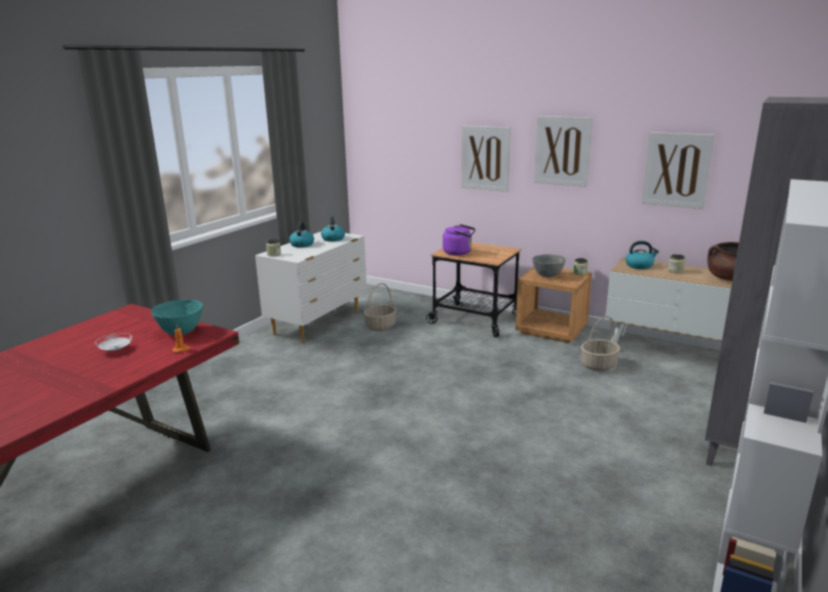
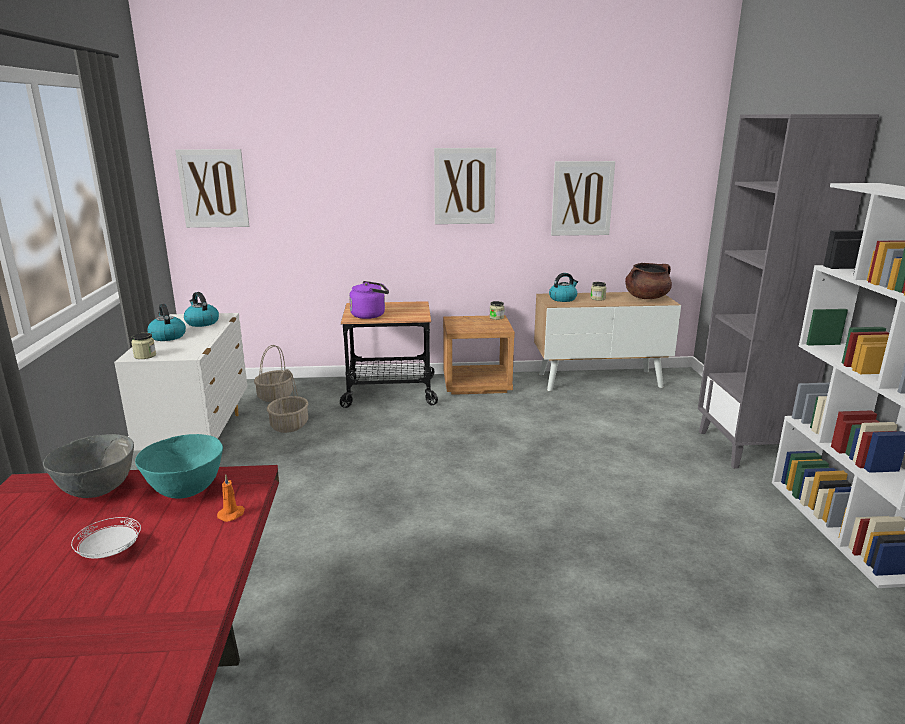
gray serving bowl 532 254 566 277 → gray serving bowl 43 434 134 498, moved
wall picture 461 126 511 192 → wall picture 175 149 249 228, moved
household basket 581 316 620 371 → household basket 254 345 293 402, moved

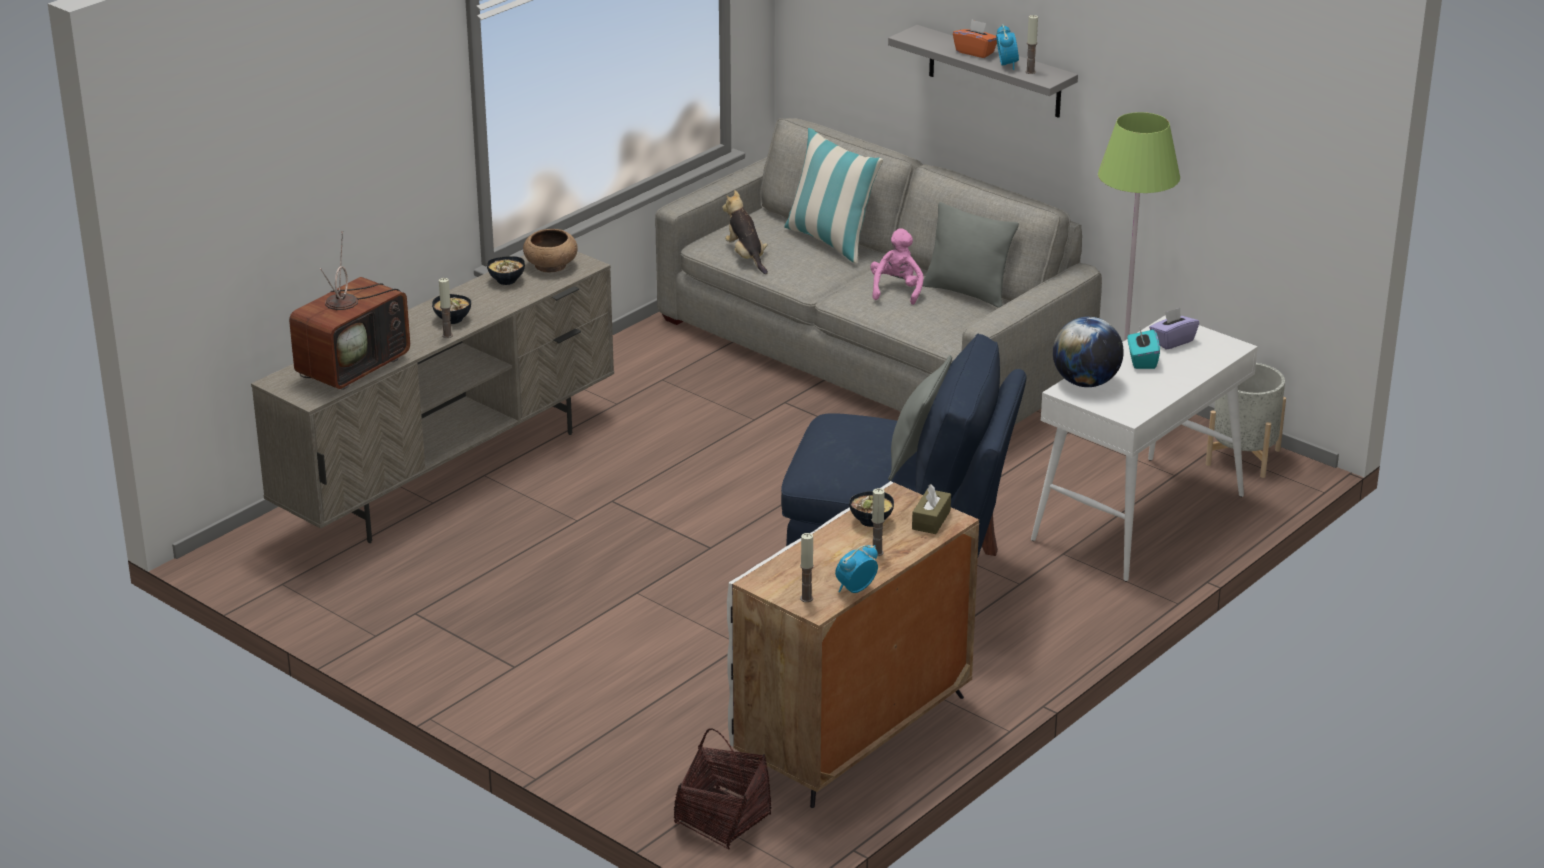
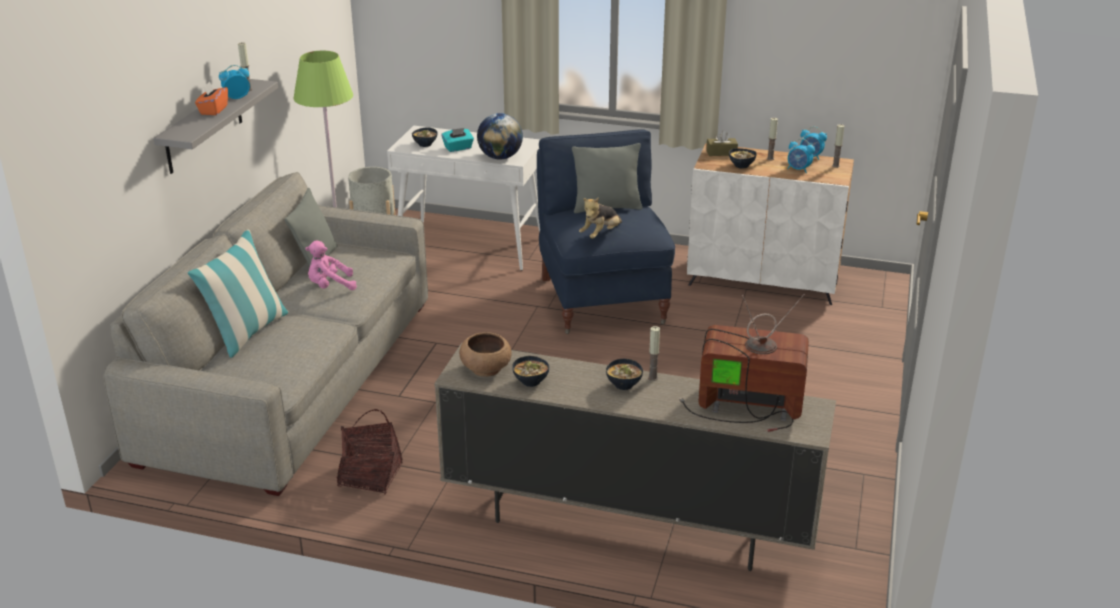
household basket 674 728 772 849 → household basket 337 409 403 495, moved
purple-coloured tissue box 1149 308 1199 350 → serving bowl 412 127 437 147
plush toy 722 190 768 274 → plush toy 579 197 622 239, moved
- → bedside clock 787 139 815 173

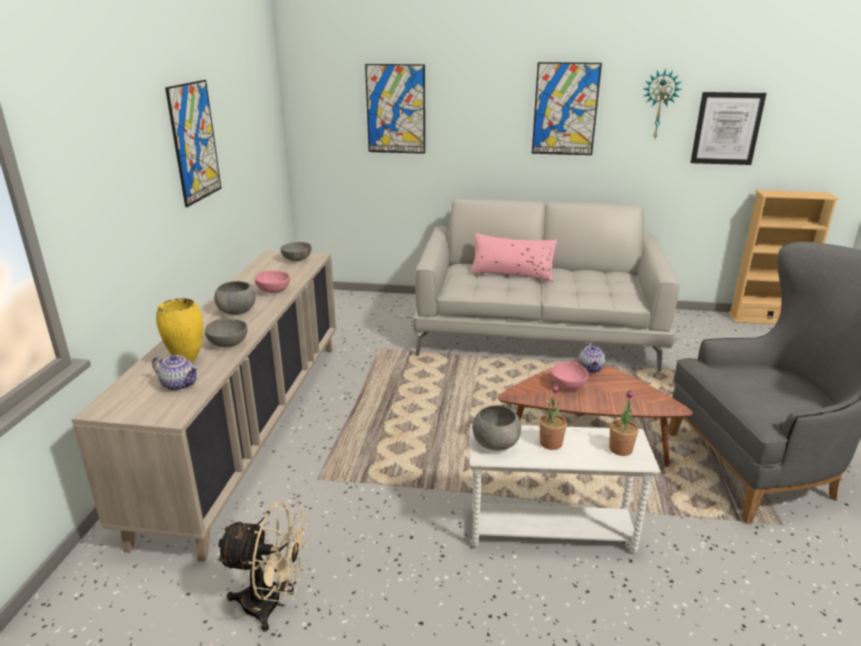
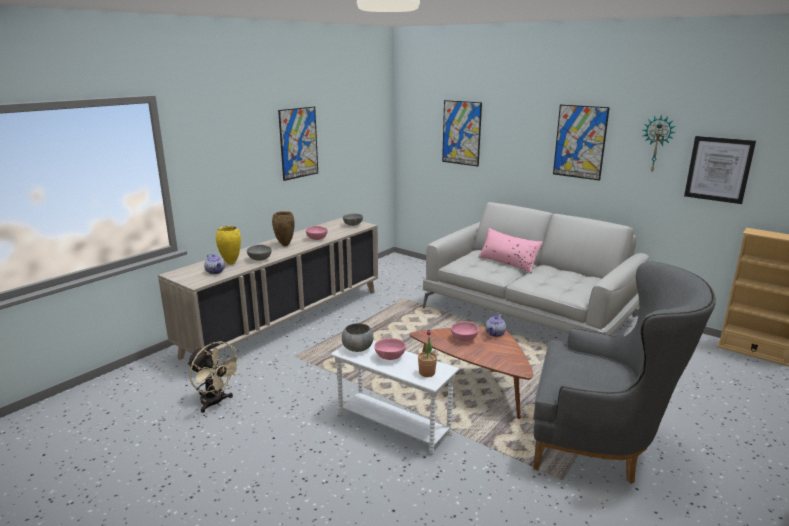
gray serving bowl 214 281 255 315 → brownish flower vase 272 211 295 246
potted plant 539 385 567 450 → pink-coloured serving bowl 374 338 406 360

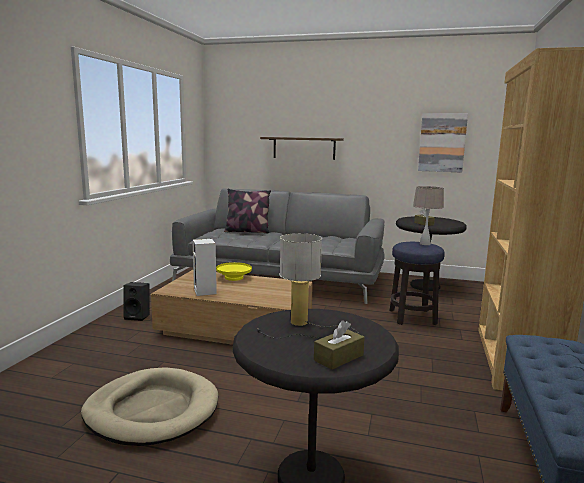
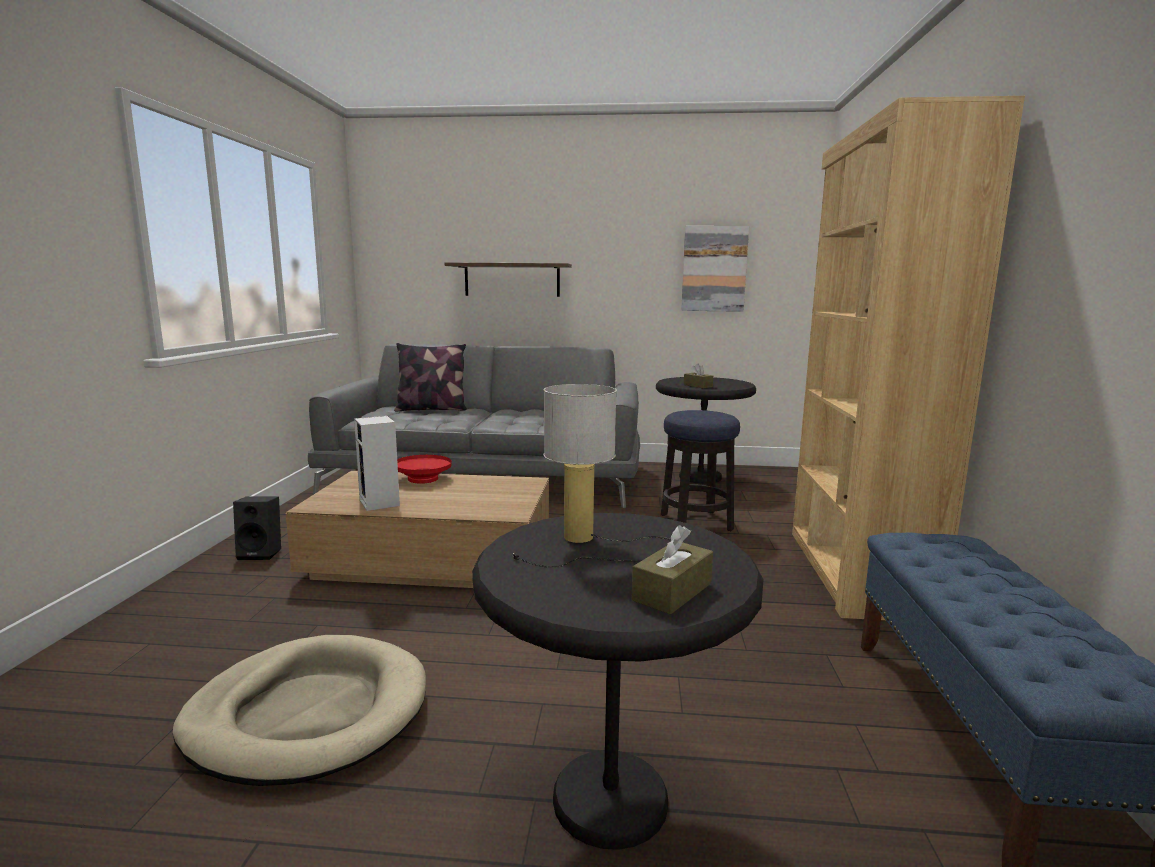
yellow-coloured serving bowl 216 262 252 281 → red serving bowl 397 455 452 484
beige lamp for a table 413 186 444 245 → -

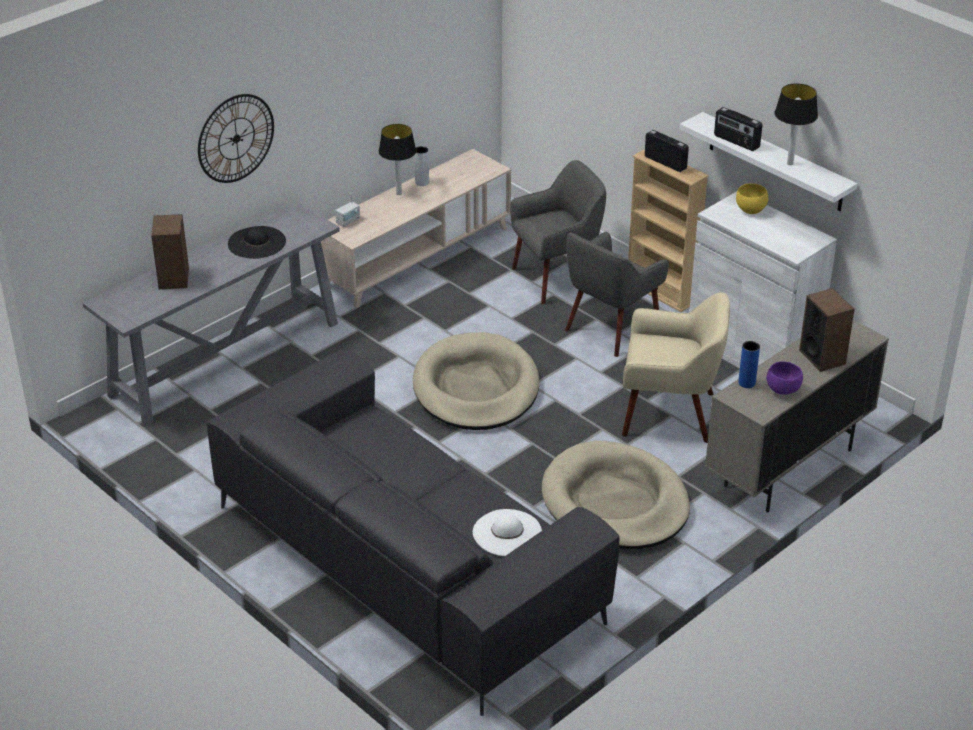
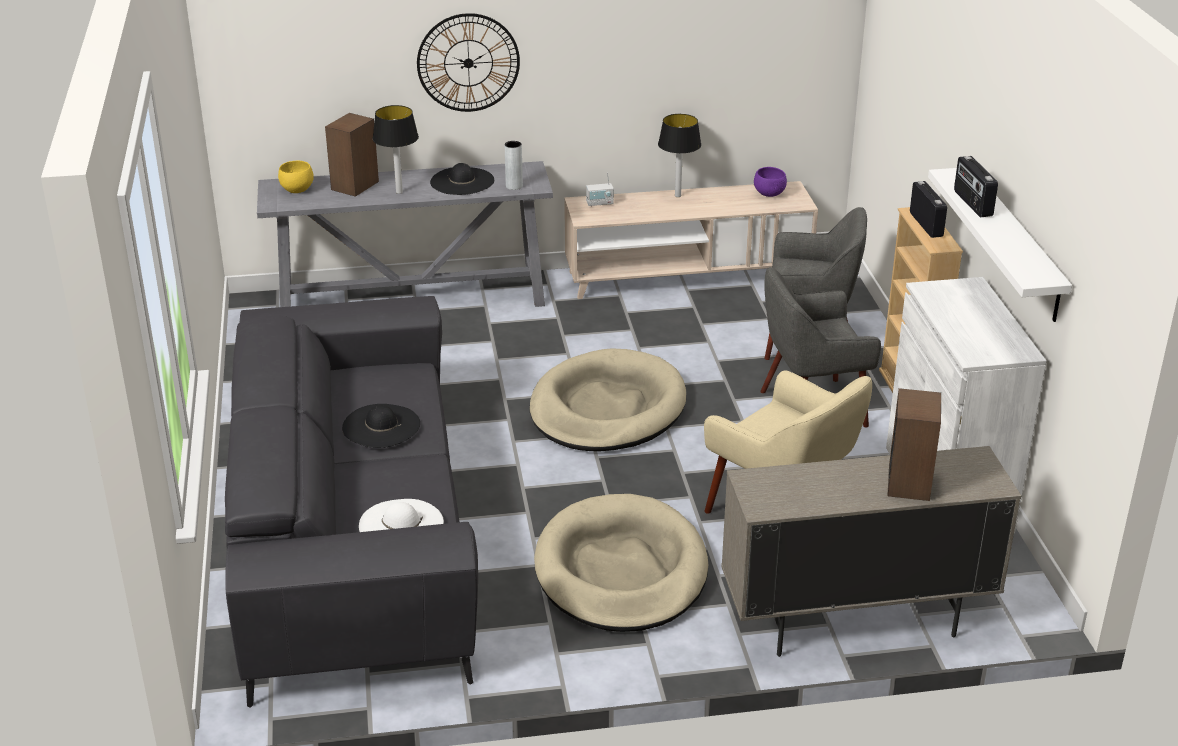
yellow-coloured serving bowl 736 183 768 214 → yellow-coloured serving bowl 278 161 314 193, moved
- → black-coloured wearable hat 342 404 420 448
lamp for a table 774 83 818 165 → lamp for a table 373 105 419 194, moved
gray flower vase 414 146 429 186 → gray flower vase 504 141 523 190, moved
purple-coloured serving bowl 767 361 803 395 → purple-coloured serving bowl 754 167 787 197, moved
blue flower vase 738 341 760 388 → -

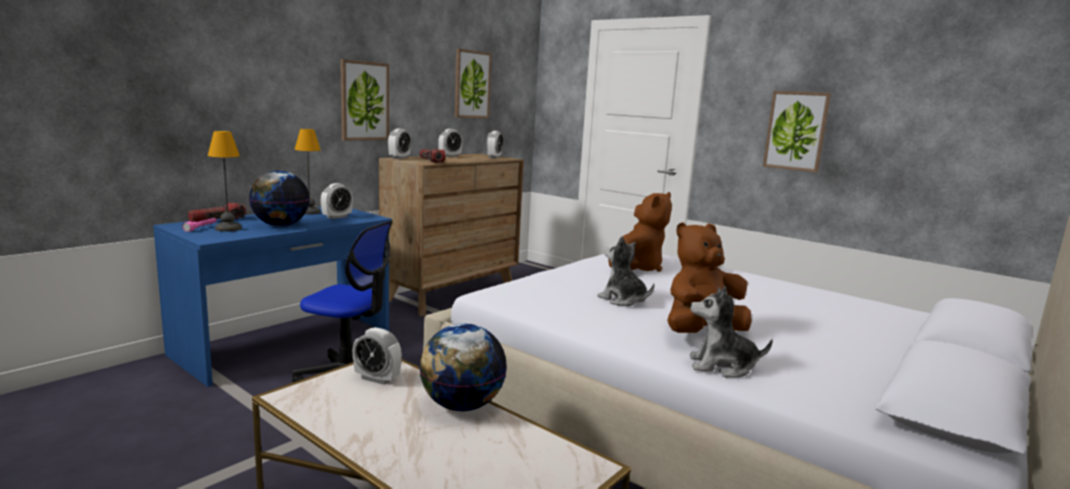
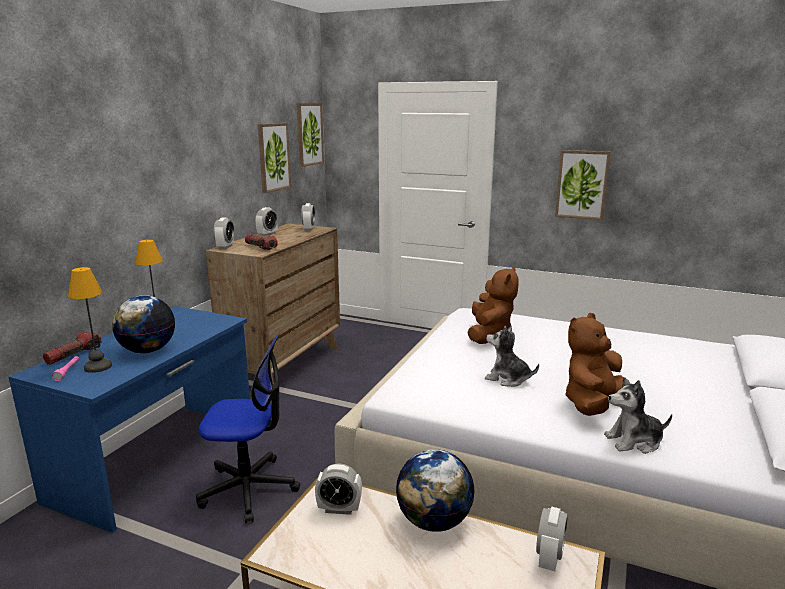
wall picture 340 59 389 141 → wall picture 297 103 324 167, moved
bedside clock 321 183 353 219 → bedside clock 536 507 568 572, moved

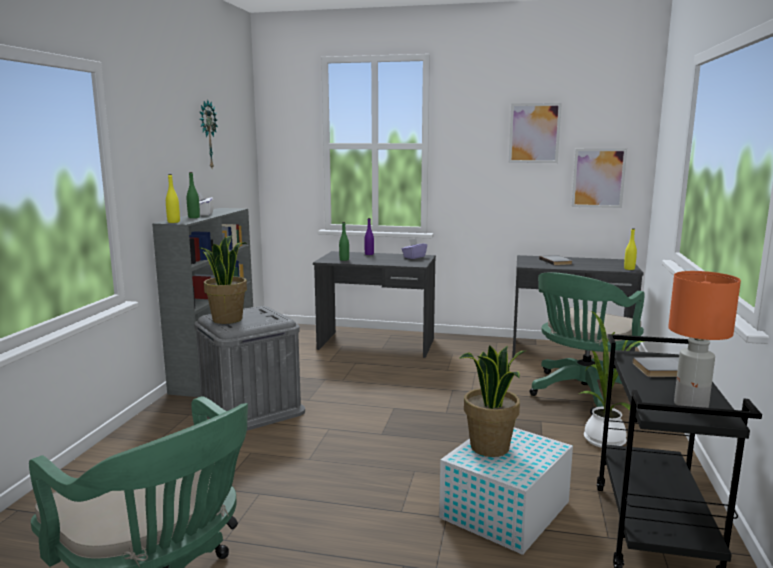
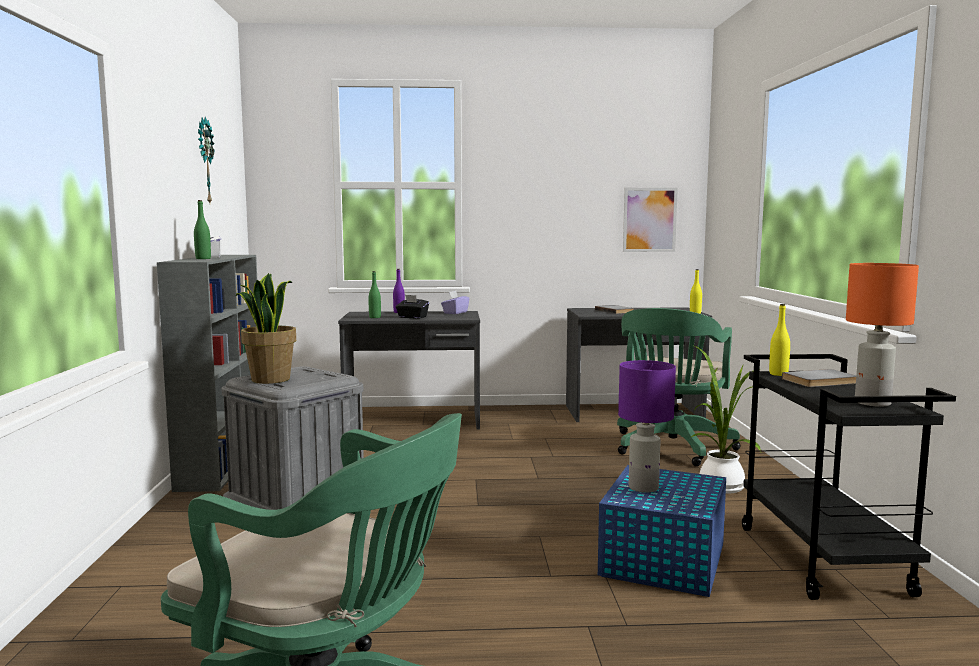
- → black-coloured tissue box 396 295 429 319
white-coloured storage bin 439 428 573 555 → blue storage bin 598 465 726 597
potted plant 460 345 527 457 → purple-coloured lamp for a table 618 360 676 493
yellow-coloured beverage bottle 166 174 180 223 → yellow-coloured beverage bottle 769 304 790 376, moved
wall picture 509 103 562 163 → -

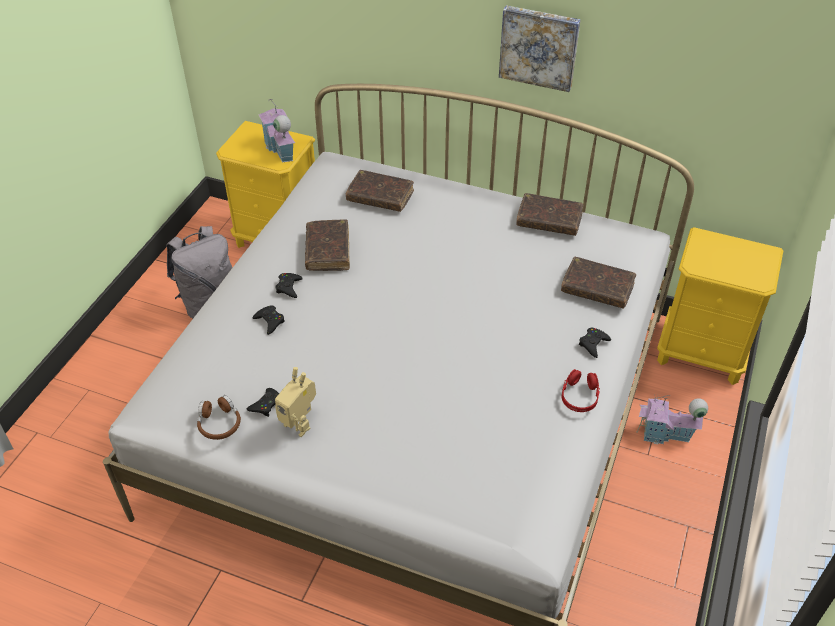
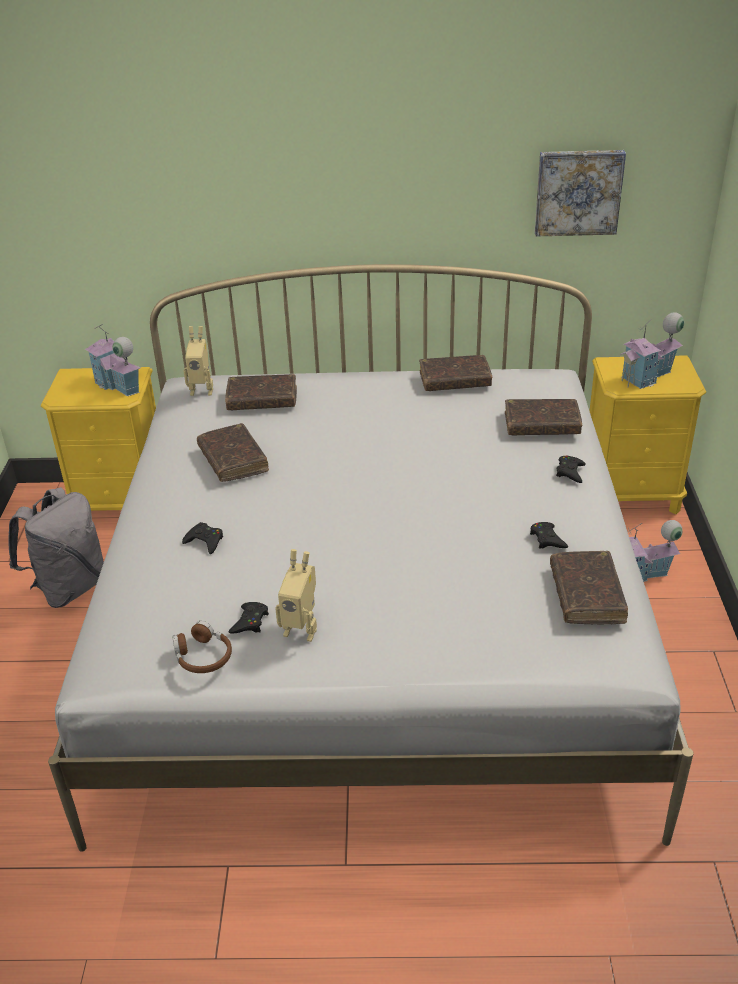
- → toy robot 184 326 213 396
black-coloured game controller 276 273 303 298 → black-coloured game controller 530 522 568 549, moved
wall picture 499 5 581 92 → wall picture 535 150 626 236, moved
- → brownish book 550 551 628 624
- → miniature house 620 312 684 389
red headset 562 369 600 412 → -

